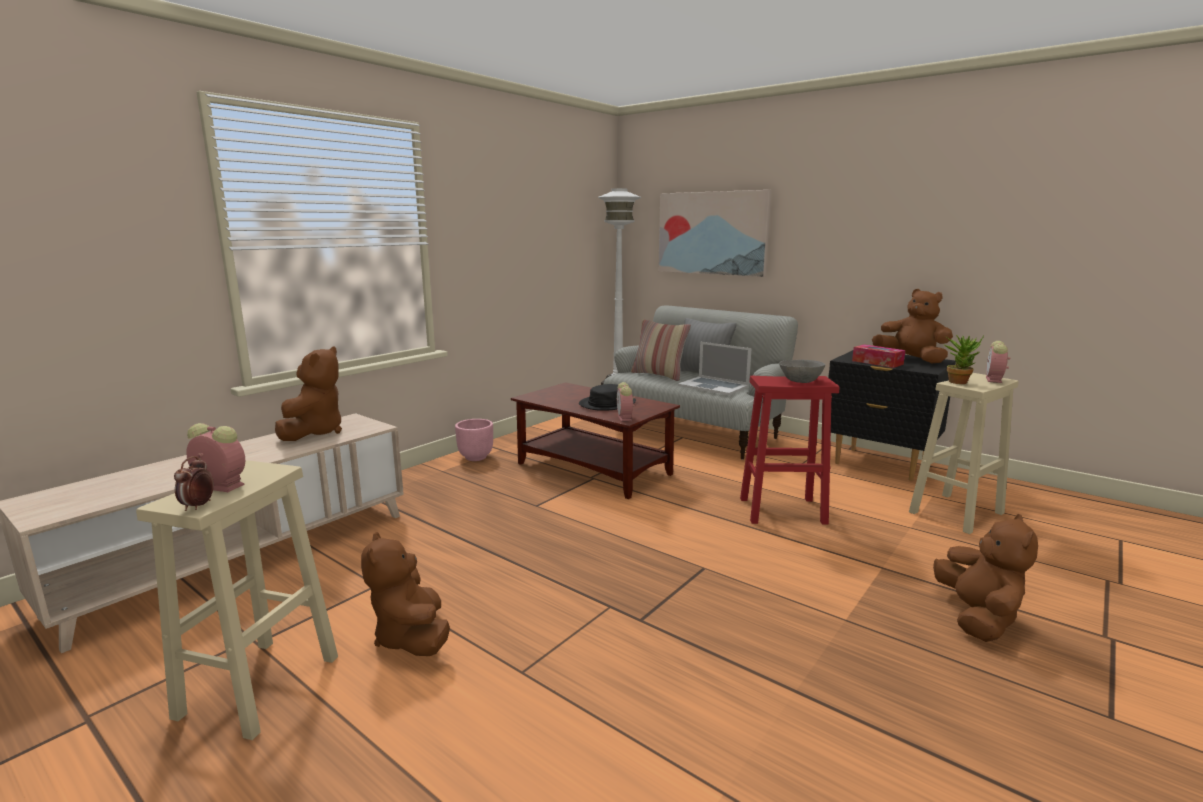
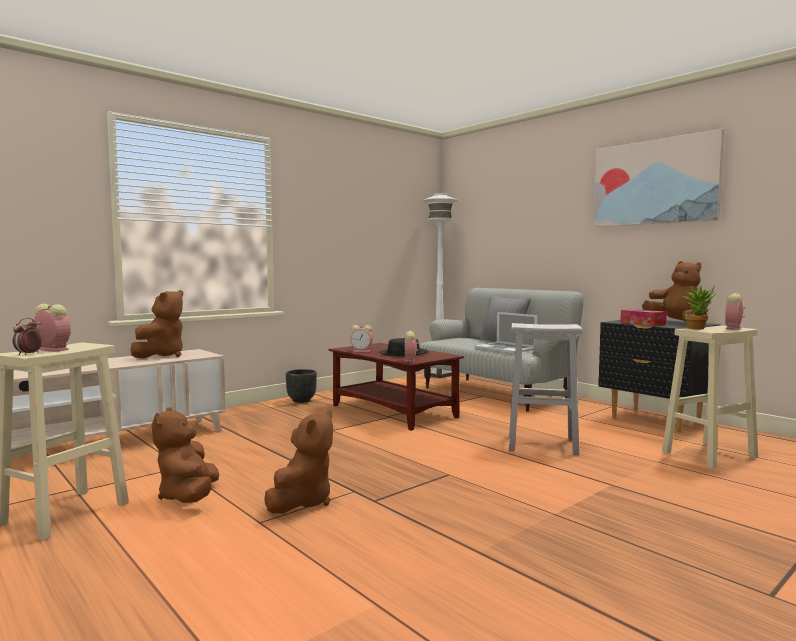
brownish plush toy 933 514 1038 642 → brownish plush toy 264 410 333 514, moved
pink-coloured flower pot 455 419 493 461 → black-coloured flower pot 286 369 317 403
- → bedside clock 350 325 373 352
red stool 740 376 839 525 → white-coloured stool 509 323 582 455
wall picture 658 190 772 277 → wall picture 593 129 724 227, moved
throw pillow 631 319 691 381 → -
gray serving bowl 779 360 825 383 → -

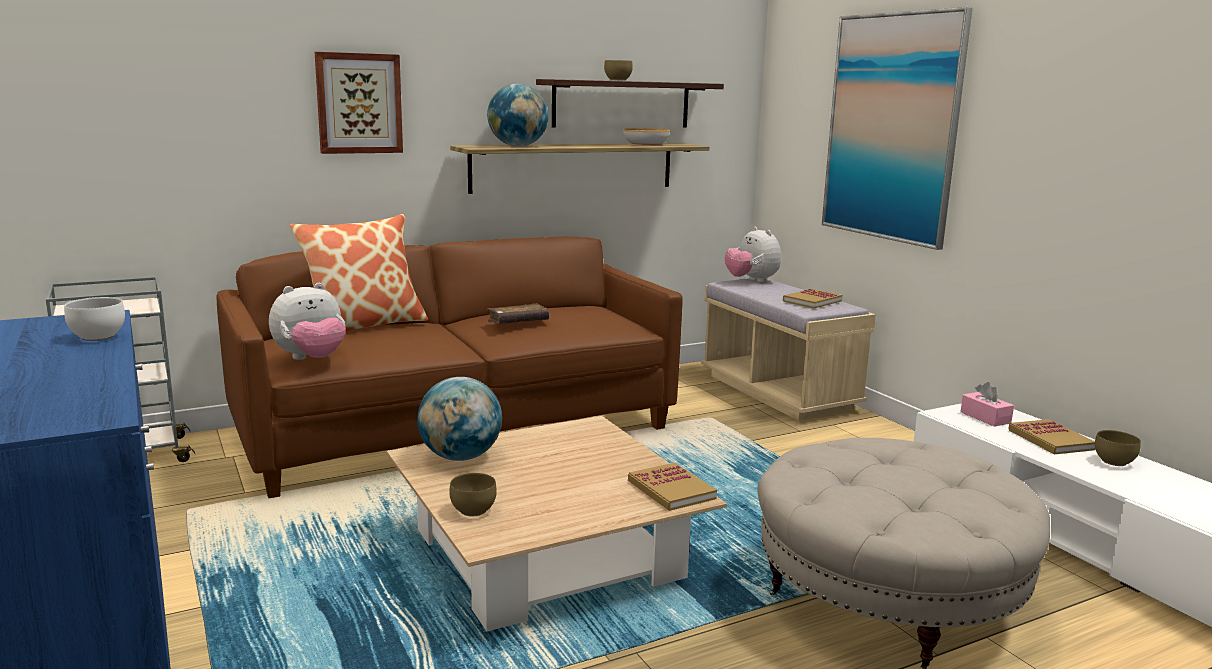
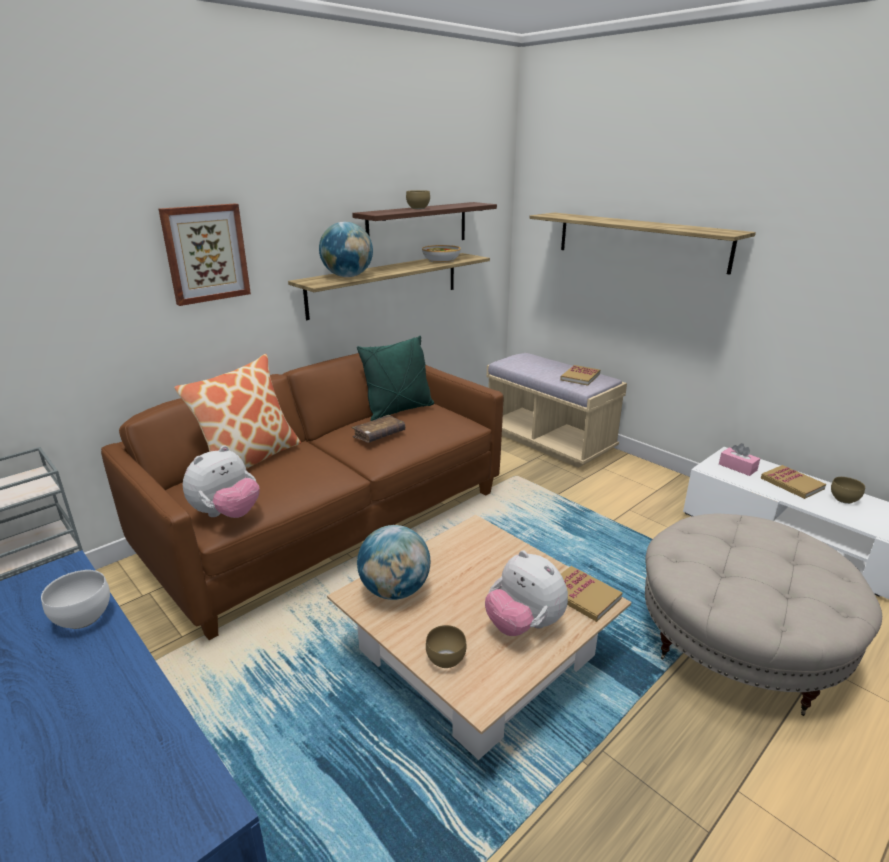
- → green-coloured throw pillow 357 336 434 421
plush toy 725 227 781 283 → plush toy 485 550 568 636, moved
wall picture 822 7 973 250 → shelf 529 213 756 275

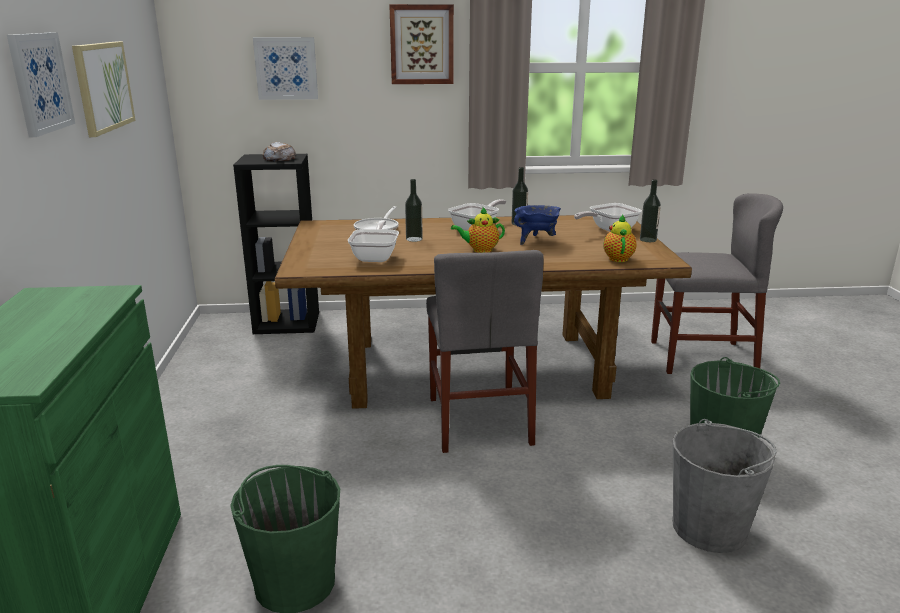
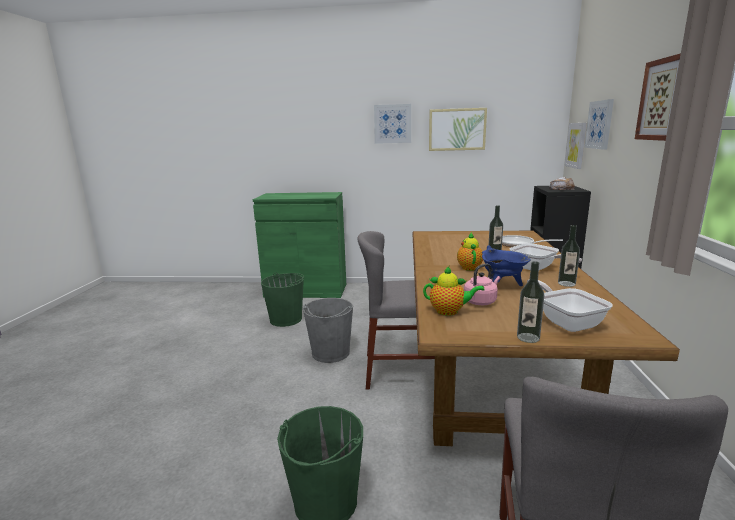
gray water bucket 672 419 776 553 → gray water bucket 303 298 353 363, moved
- → pink-coloured tea kettle 464 263 500 305
- → wall picture 564 123 587 169
pan 348 220 399 262 → -

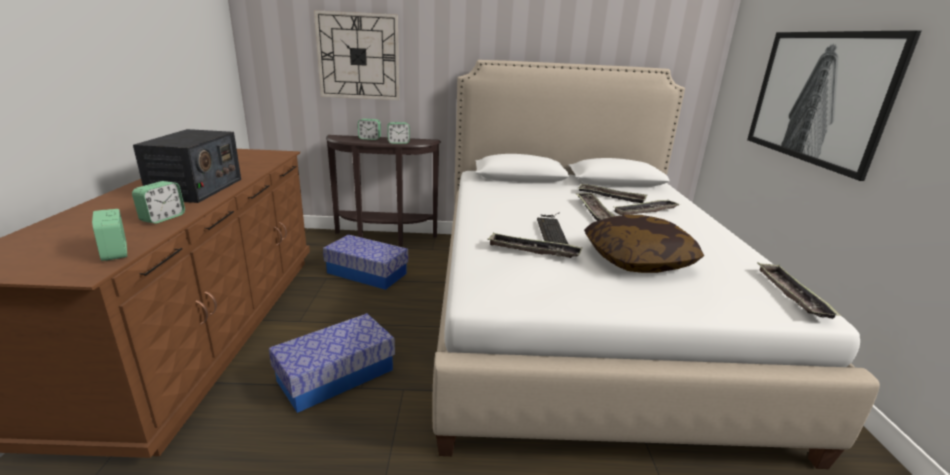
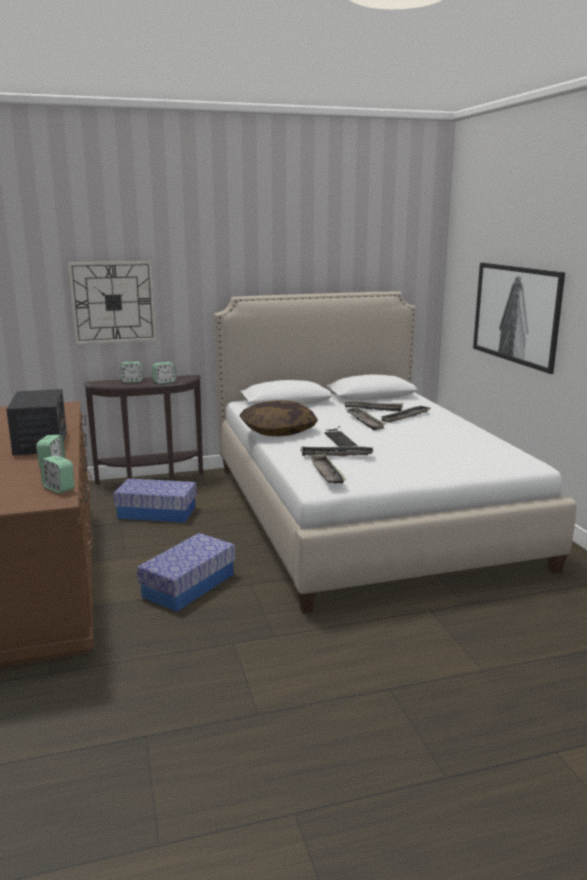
throw pillow 584 215 704 273 → throw pillow 239 400 318 436, moved
tray 757 262 841 319 → tray 309 454 346 484, moved

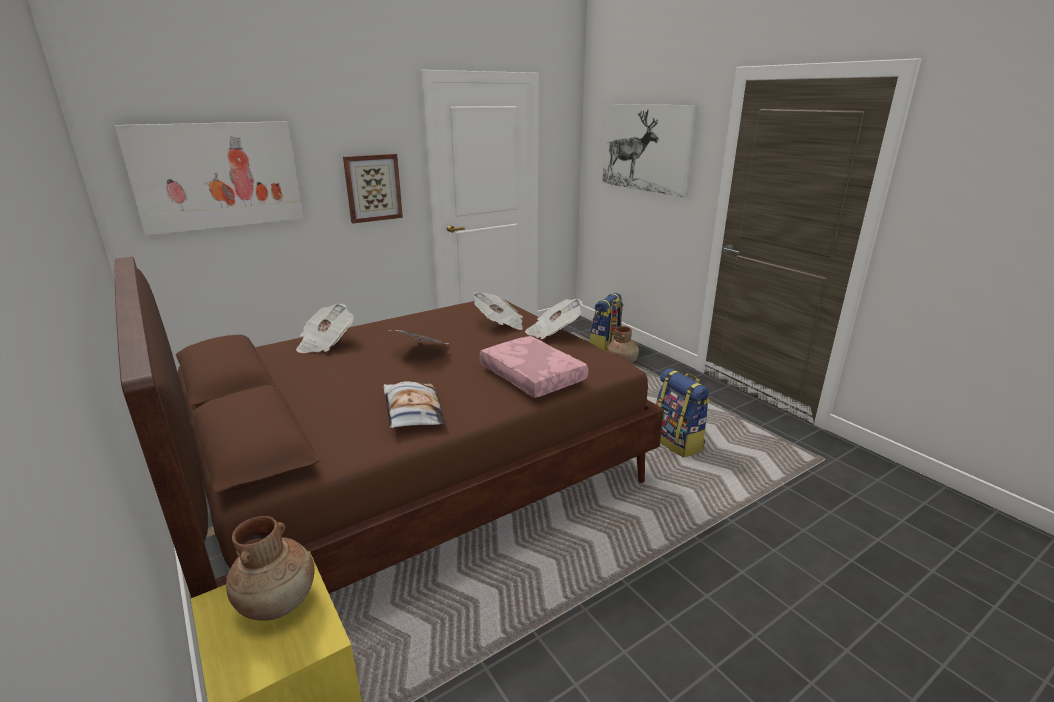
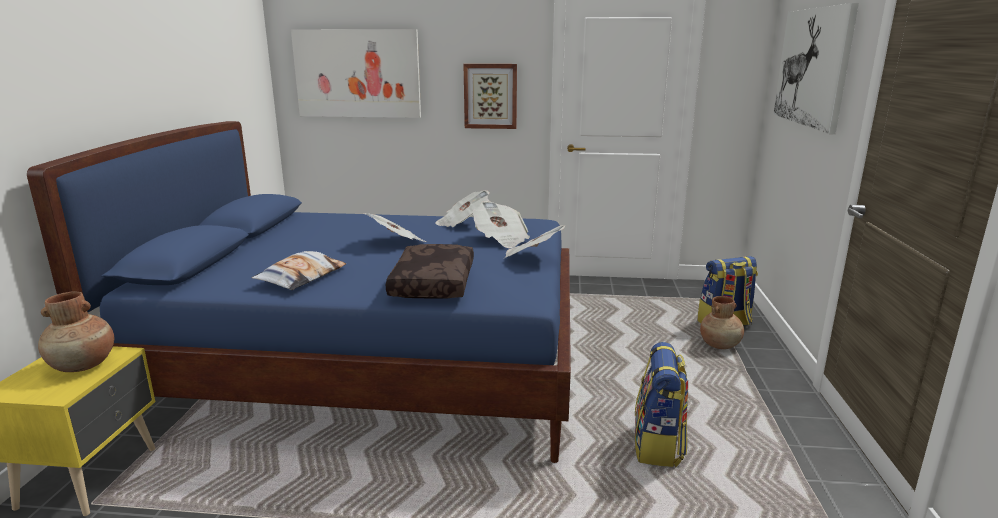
brownish sleeping bed 115 256 664 598 → blue sleeping bed 27 121 571 463
pink-coloured throw pillow 479 336 588 398 → brownish throw pillow 386 244 474 299
printed paper 296 304 354 353 → printed paper 435 190 490 227, moved

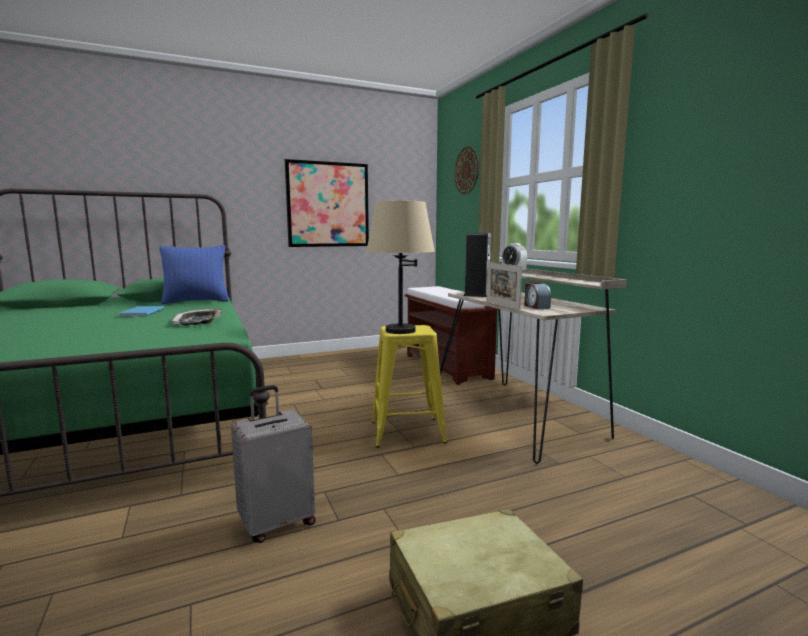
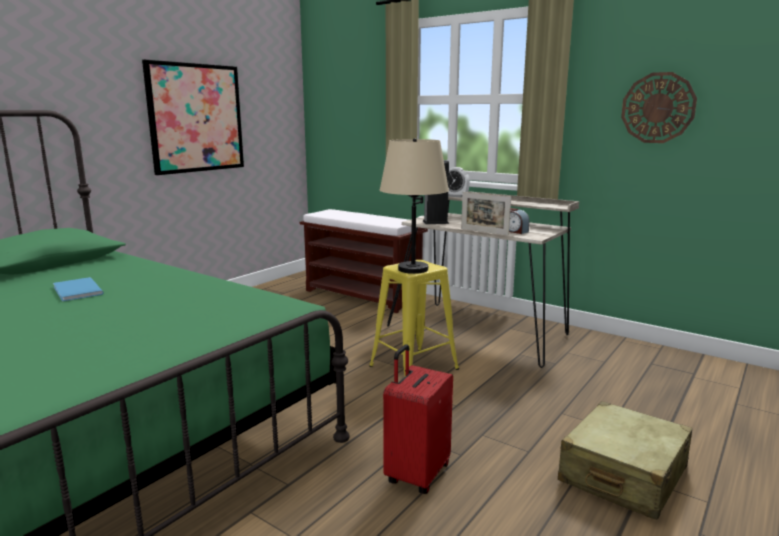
gray piece of luggage 231 385 316 543 → red piece of luggage 383 344 453 494
hanging clock 454 146 479 194 → hanging clock 621 72 697 143, moved
blue throw pillow 159 245 229 304 → -
tray 171 309 222 326 → -

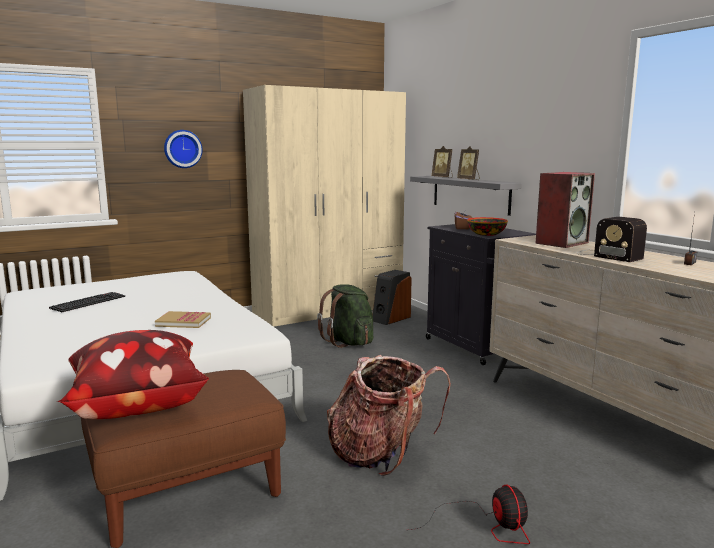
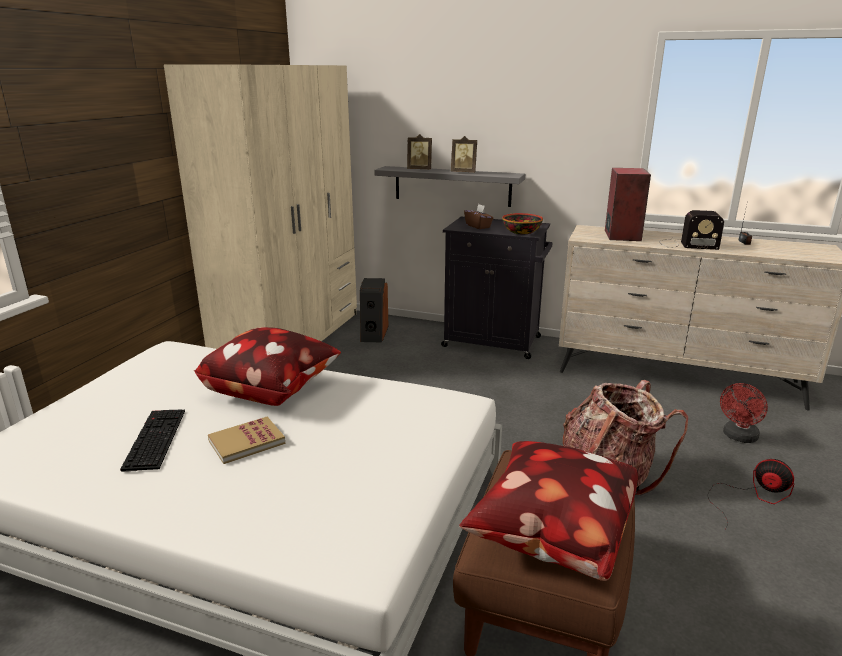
- → throw pillow 194 327 341 406
book 155 311 211 328 → book 208 417 285 464, moved
- → red cooling fan 720 383 768 443
hanging clock 164 130 202 168 → -
green-coloured knapsack 317 284 373 348 → -

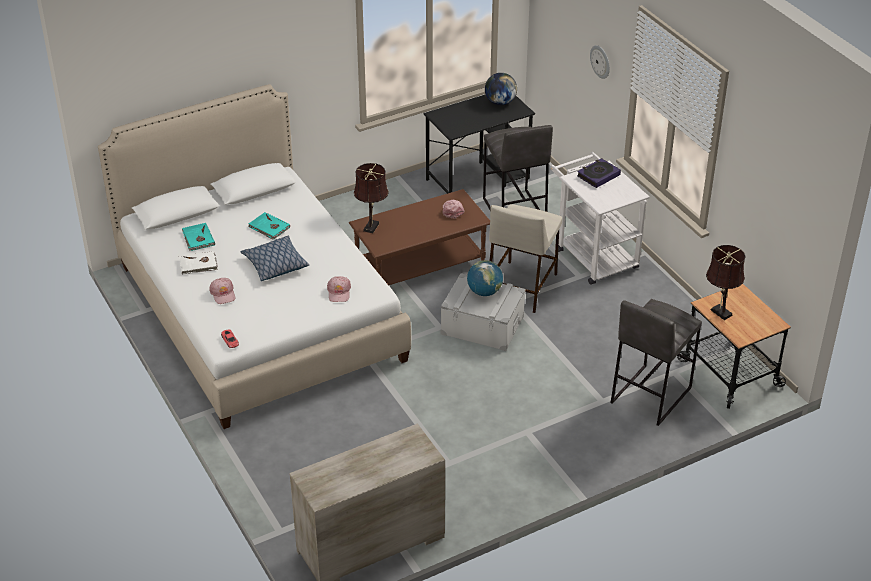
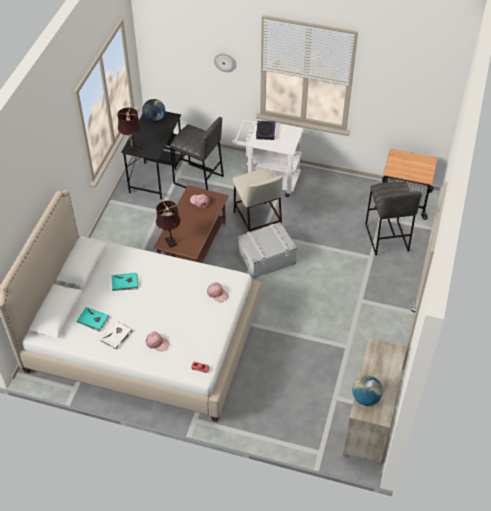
brownish lamp for a table 706 245 746 320 → brownish lamp for a table 117 108 141 152, moved
desk globe 467 260 503 296 → desk globe 352 375 383 406, moved
throw pillow 240 236 309 281 → -

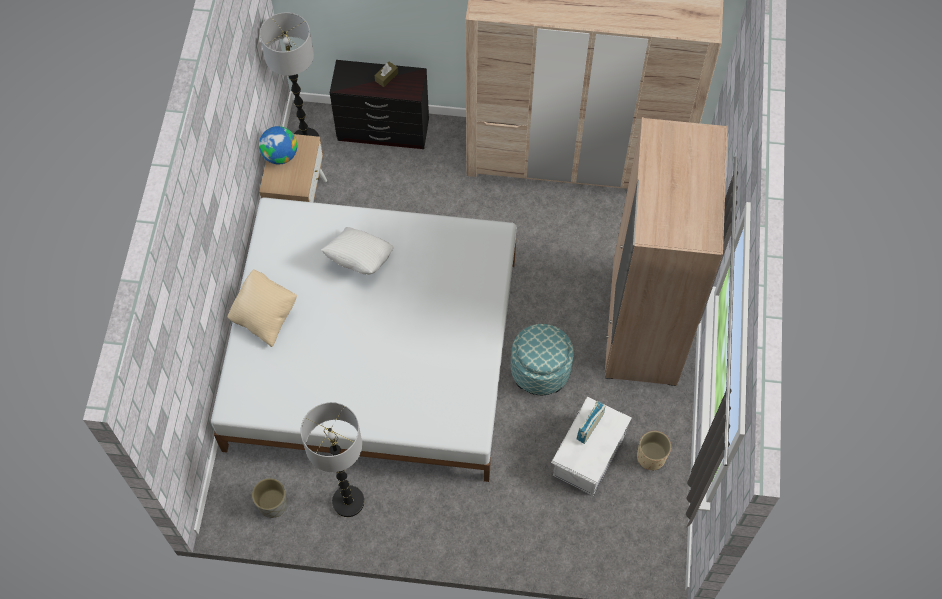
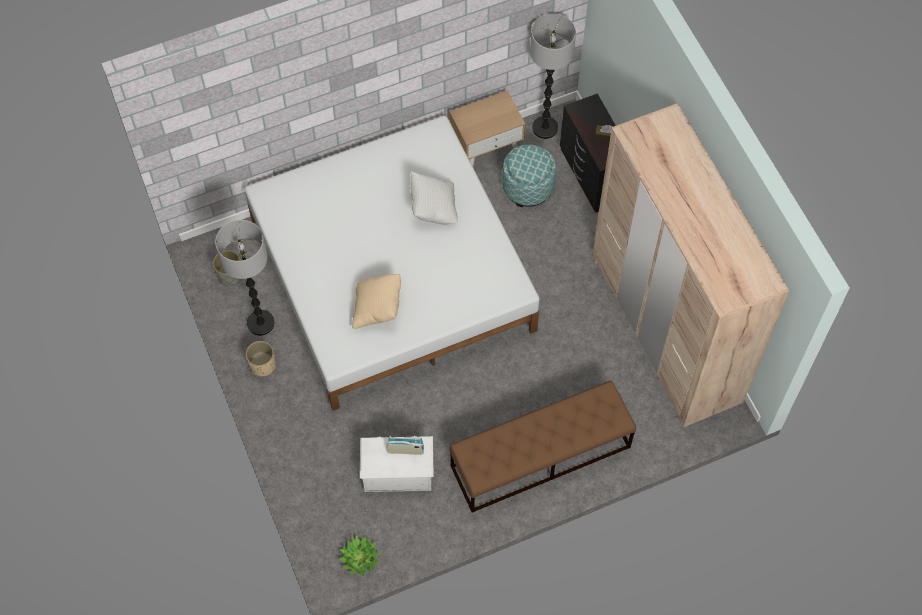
beige flower pot 637 431 671 470 → beige flower pot 246 341 276 377, moved
- → potted plant 338 535 381 576
beige throw pillow 227 269 297 347 → beige throw pillow 352 274 401 329, moved
beige wardrobe 605 117 728 386 → brownish bench 449 381 636 513
pouffe 511 324 574 395 → pouffe 502 144 556 207, moved
desk globe 259 126 297 165 → -

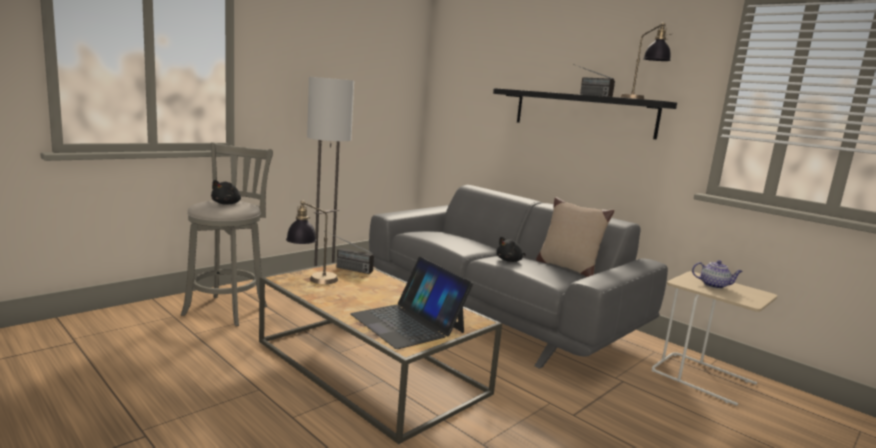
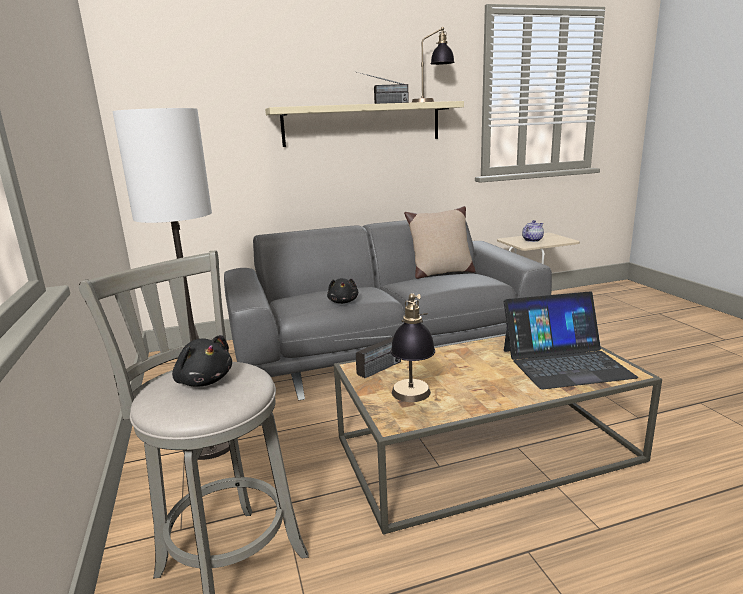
black-coloured shelf 493 88 677 139 → beige shelf 265 101 464 147
black-coloured plush toy 496 237 526 262 → black-coloured plush toy 327 278 358 304, moved

